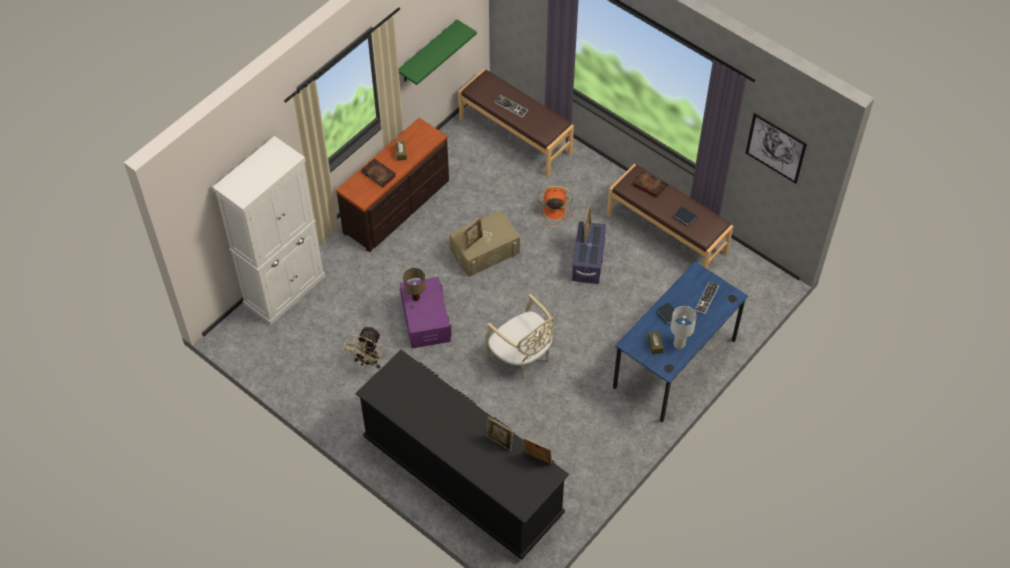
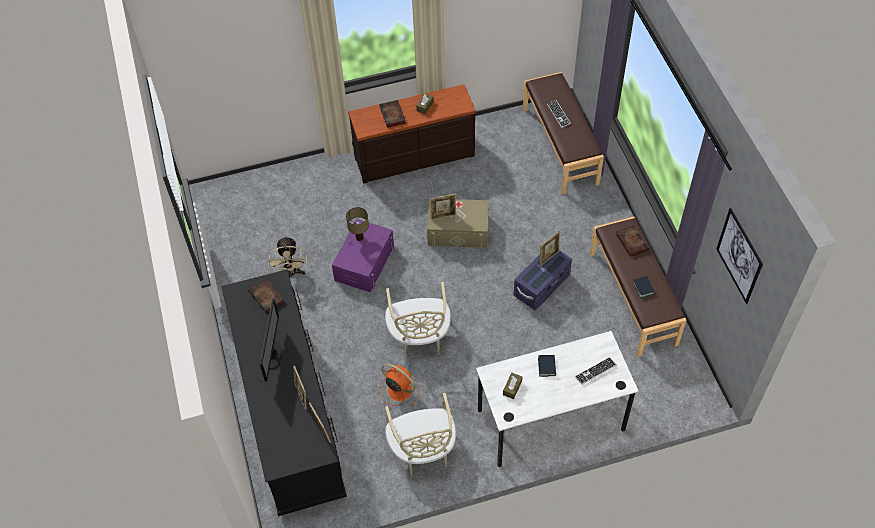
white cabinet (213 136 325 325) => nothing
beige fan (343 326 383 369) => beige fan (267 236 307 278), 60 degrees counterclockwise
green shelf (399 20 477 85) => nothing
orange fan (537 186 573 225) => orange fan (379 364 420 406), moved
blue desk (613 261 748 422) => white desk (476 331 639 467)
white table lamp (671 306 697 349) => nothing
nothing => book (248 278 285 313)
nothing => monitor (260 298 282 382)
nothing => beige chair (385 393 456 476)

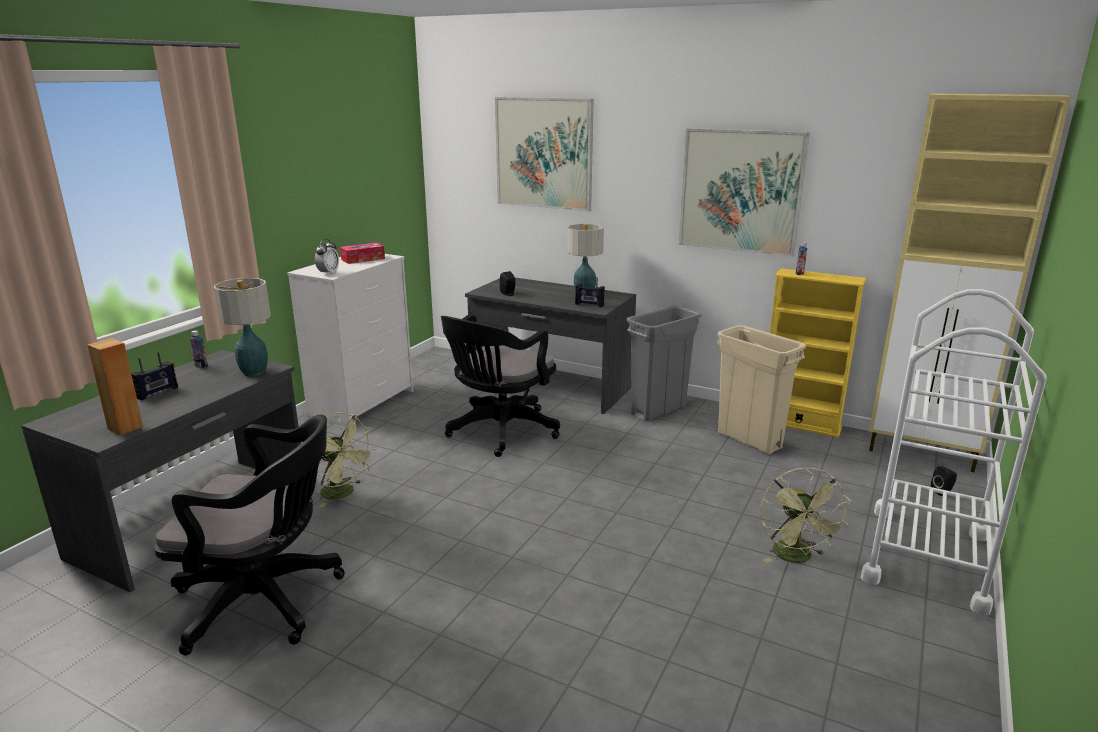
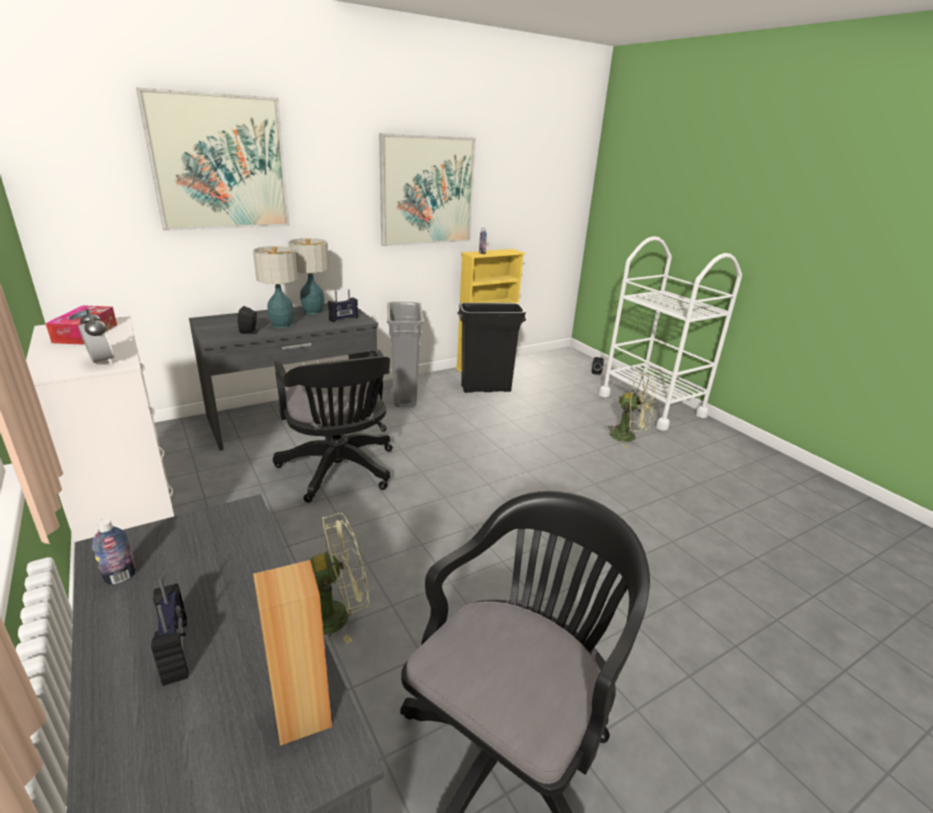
table lamp (214 278 271 376) => table lamp (253 246 298 329), moved
beige trash can (717 325 806 454) => black trash can (458 303 526 393)
beige cabinet (869 93 1071 472) => nothing

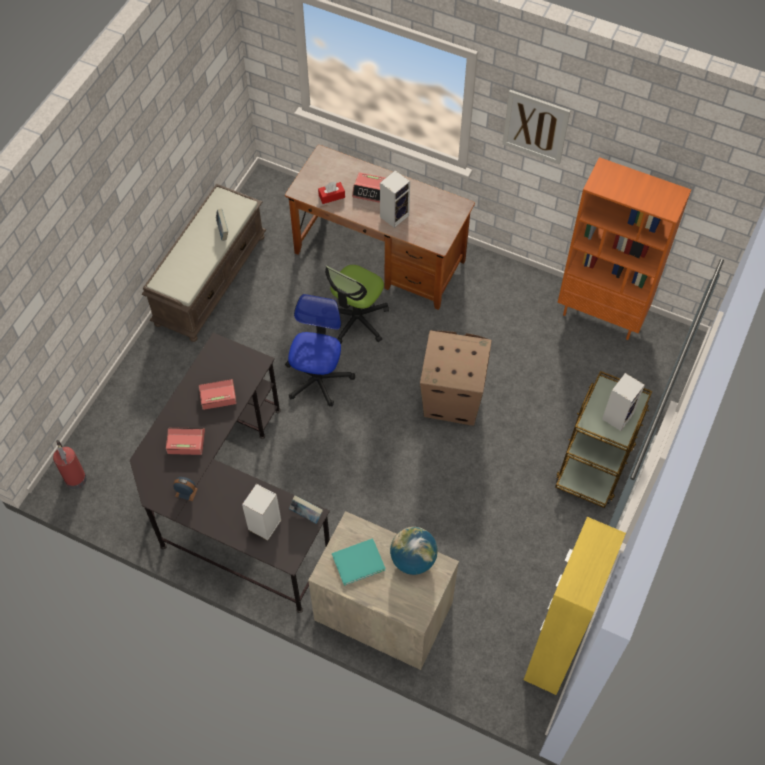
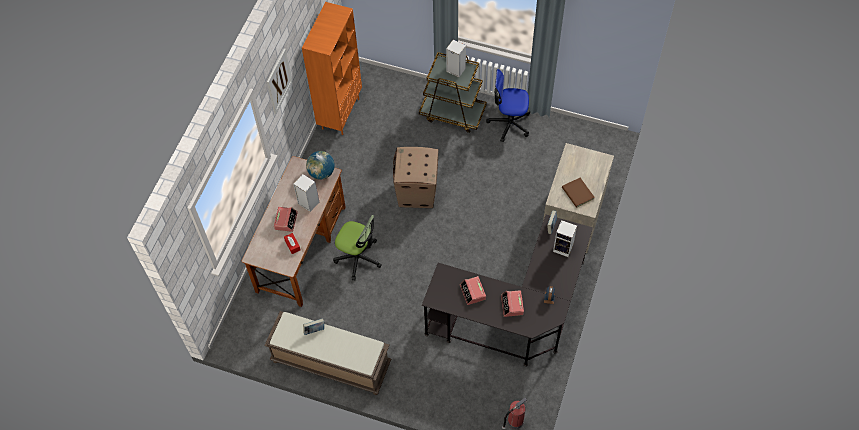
office chair (285 294 355 406) => office chair (486 69 530 142), moved
turquoise book (332 538 386 586) => brown book (562 178 595 208)
globe (390 527 438 575) => globe (306 151 335 180), moved
yellow cabinet (524 517 626 695) => nothing

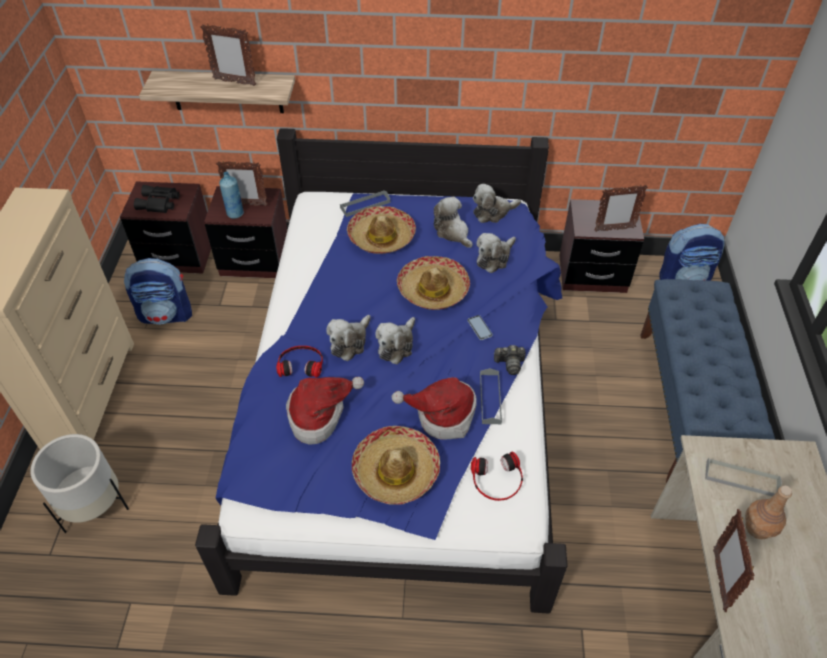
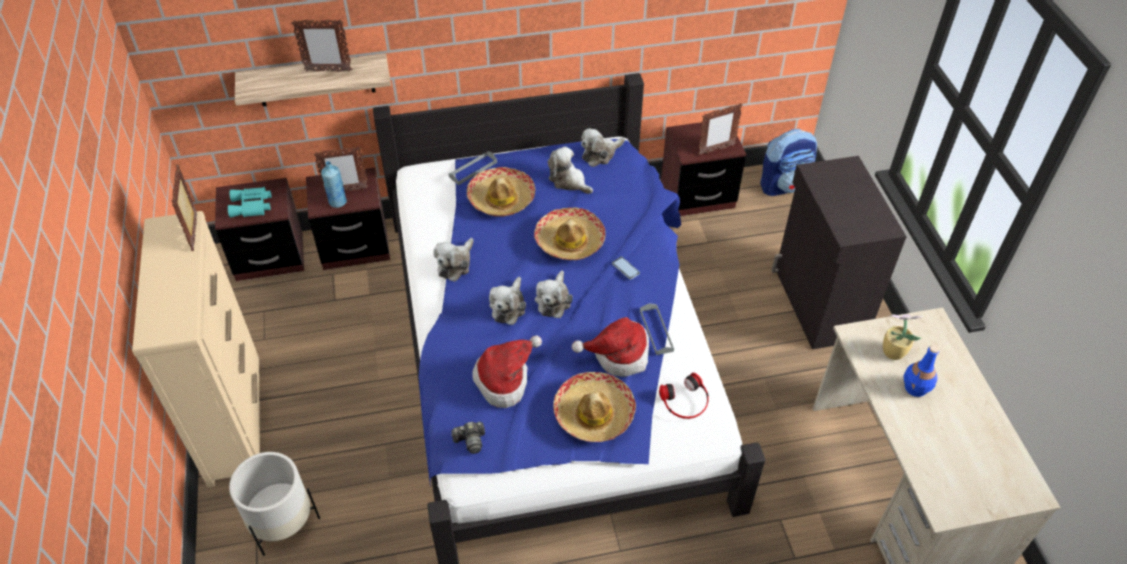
backpack (124 258 192 325) => nothing
black binoculars (134 185 180 213) => turquoise binoculars (228 187 271 218)
headphones (276 346 323 378) => nothing
plush toy (476 233 516 273) => plush toy (433 238 474 282), moved
photo camera (494 345 526 375) => photo camera (451 422 485 454), moved
blue bench (640 279 775 483) => black cabinet (771 156 907 350)
grey tray (705 458 782 496) => potted plant (883 314 923 360)
picture frame (713 509 754 612) => picture frame (172 165 197 251), moved
brown bottle (745 485 792 539) => blue bottle (904 345 939 397)

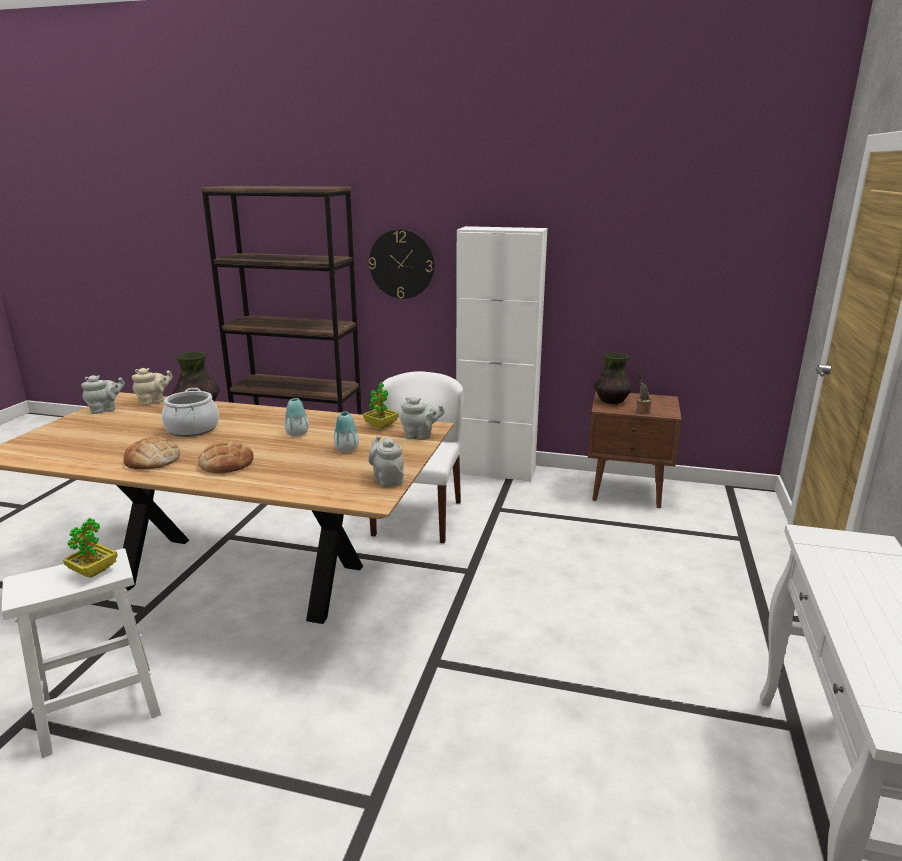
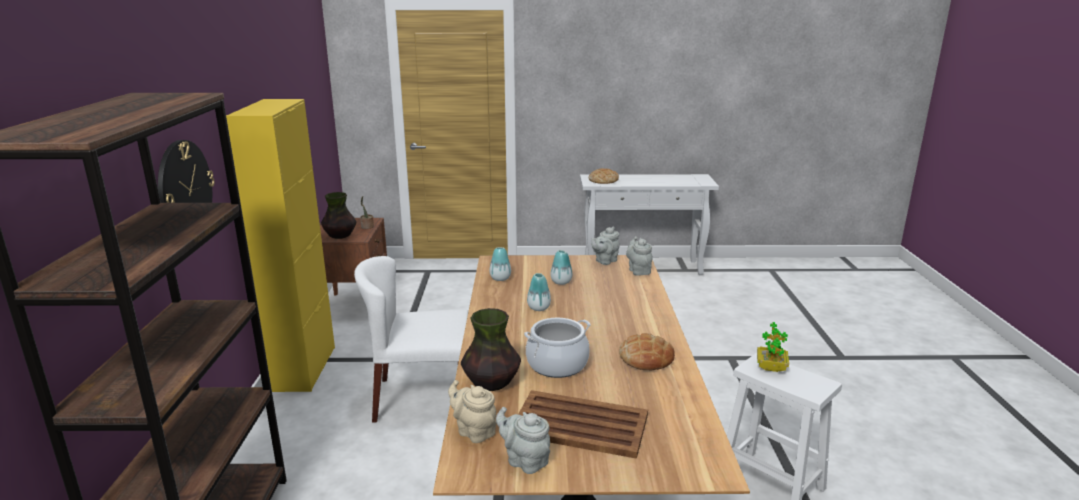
bread (198 441 254 474) => bread (589 168 619 184), moved
potted plant (363 382 399 429) => vase (490 247 511 281)
grey teapot (400 397 445 439) => grey teapot (626 236 652 276), moved
white cabinet (456 226 548 482) => yellow cabinet (226 99 335 392)
nothing => brown tray (518 390 648 459)

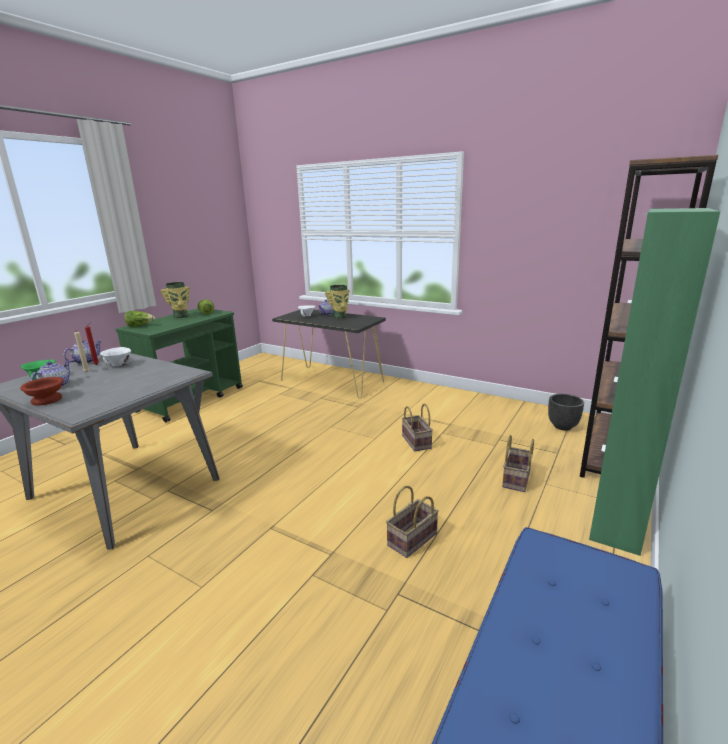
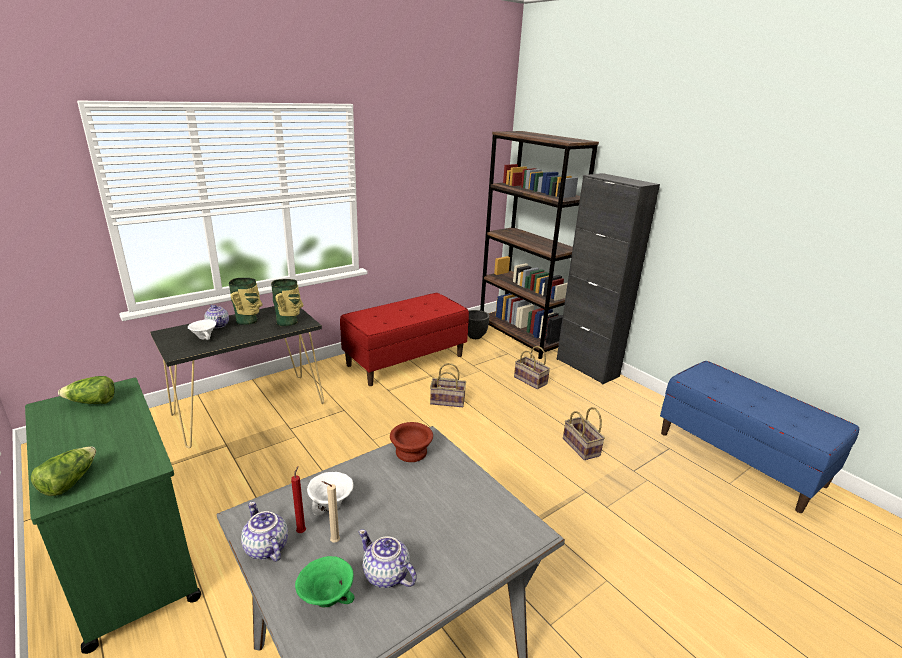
brown bowl (20 377 63 405) => brown bowl (390 422 433 462), moved
vase (160 282 190 318) => vase (271 279 304 326), moved
green cabinet (589 208 720 556) => black cabinet (557 173 660 385)
nothing => red bench (340 293 469 386)

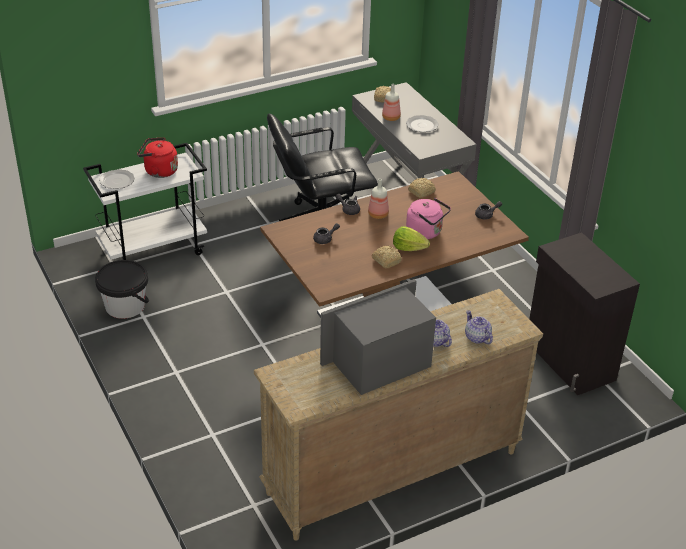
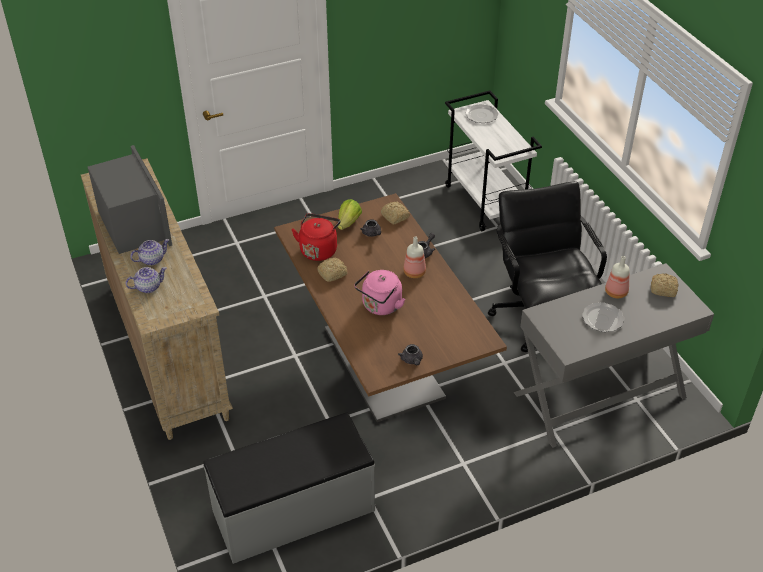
black bucket (95 260 149 319) => nothing
red kettle (137 138 178 178) => red kettle (291 213 341 261), moved
lettuce (393 226 430 251) => lettuce (338 199 362 230), moved
bread (408 178 436 198) => bread (381 201 410 224), moved
black cabinet (529 232 640 395) => grey bench (203 413 375 564)

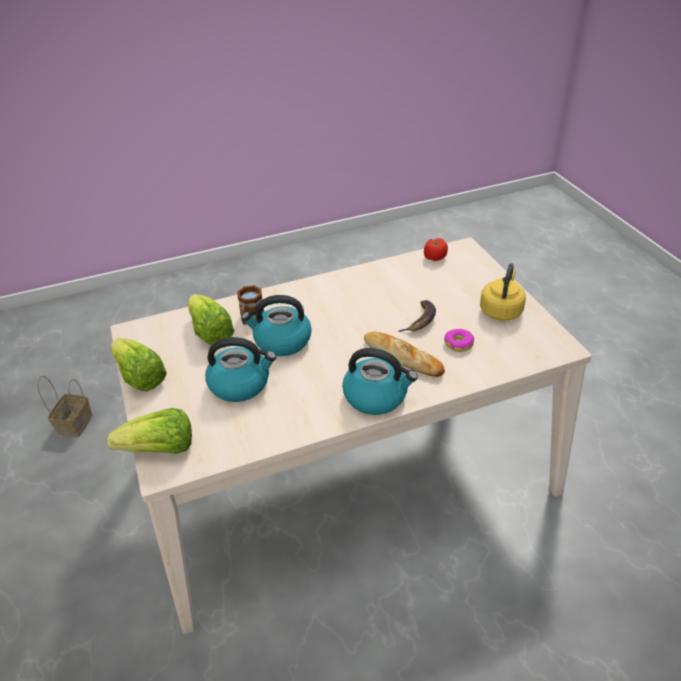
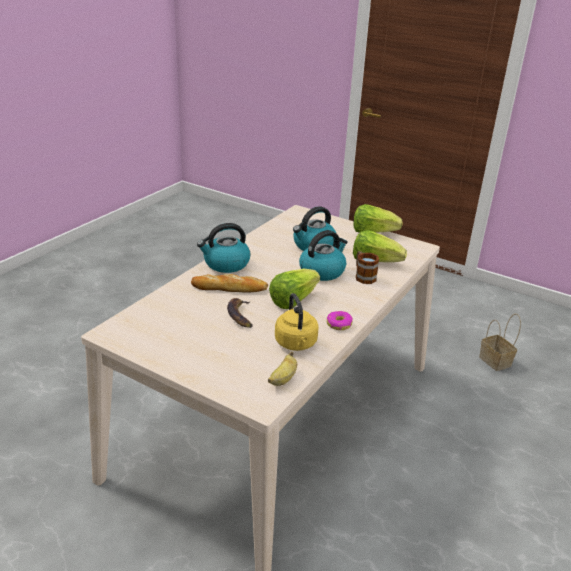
lettuce (107 408 192 454) => lettuce (269 268 320 309), moved
tomato (424 238 448 261) => banana (268 351 297 386)
donut (444 329 474 352) => donut (327 311 353 330), moved
yellow kettle (480 263 526 321) => yellow kettle (275 293 319 351), moved

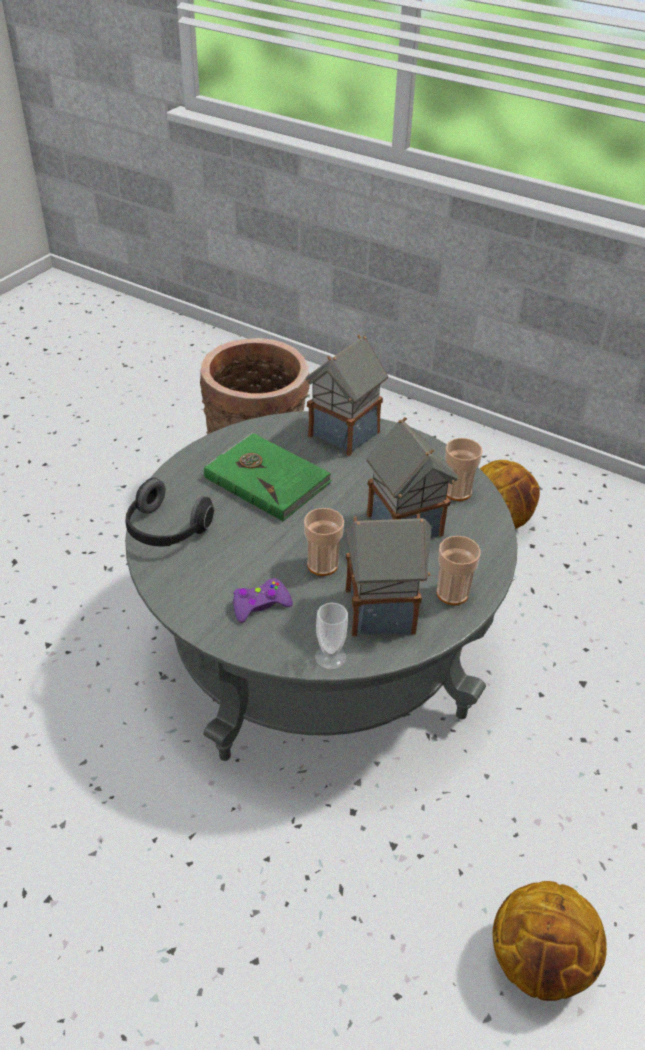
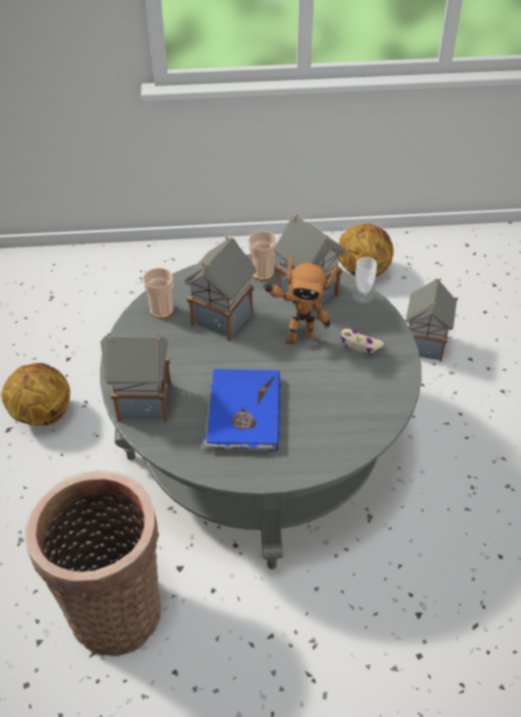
headphones (125 478 215 547) => nothing
green book (204 432 332 521) => blue book (201 369 281 451)
purple game controller (233 578 293 623) => beige game controller (341 329 384 353)
cup (304 508 344 576) => toy robot (262 256 339 344)
nothing => toy house (406 278 457 362)

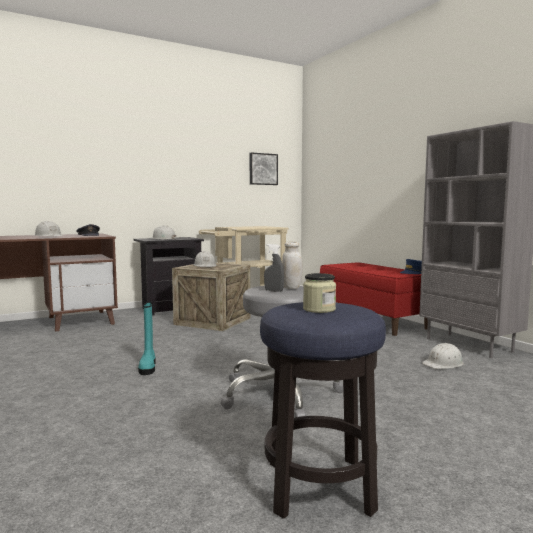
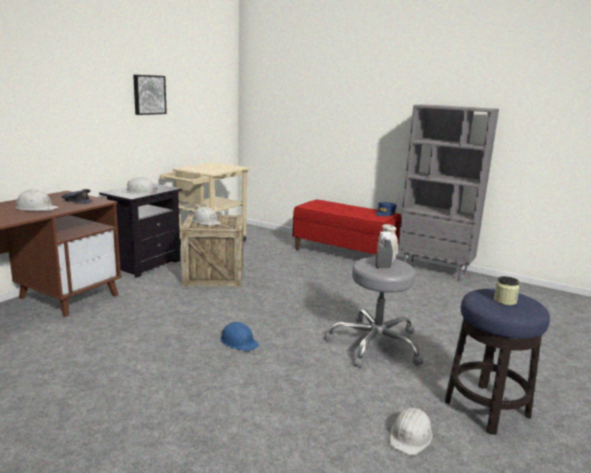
turquoise boot (138 302 156 375) => blue hard hat (220 322 259 351)
picture (250 152 278 185) => picture (133 75 167 115), moved
white hard hat (422 343 464 369) => white hard hat (390 408 433 455), moved

